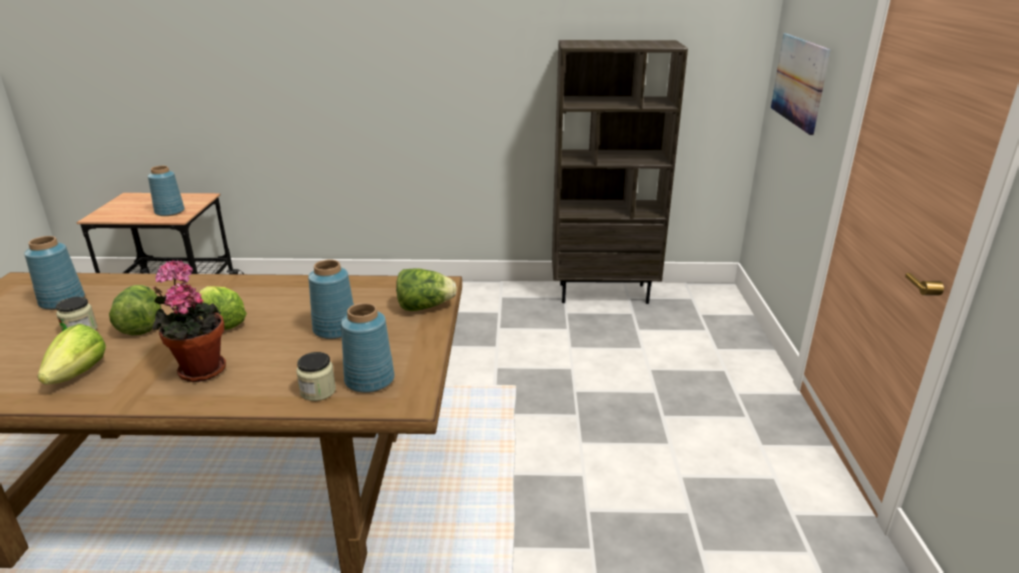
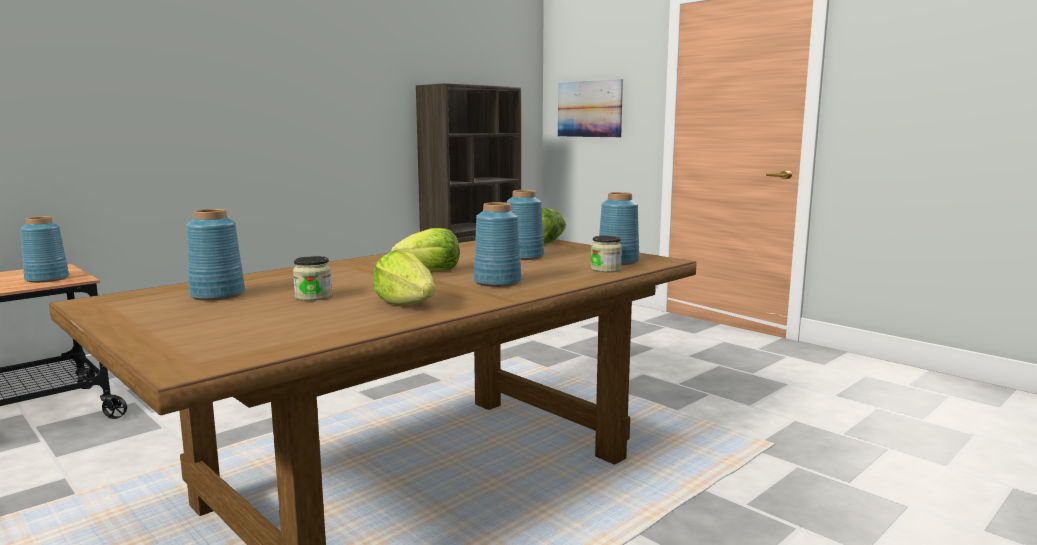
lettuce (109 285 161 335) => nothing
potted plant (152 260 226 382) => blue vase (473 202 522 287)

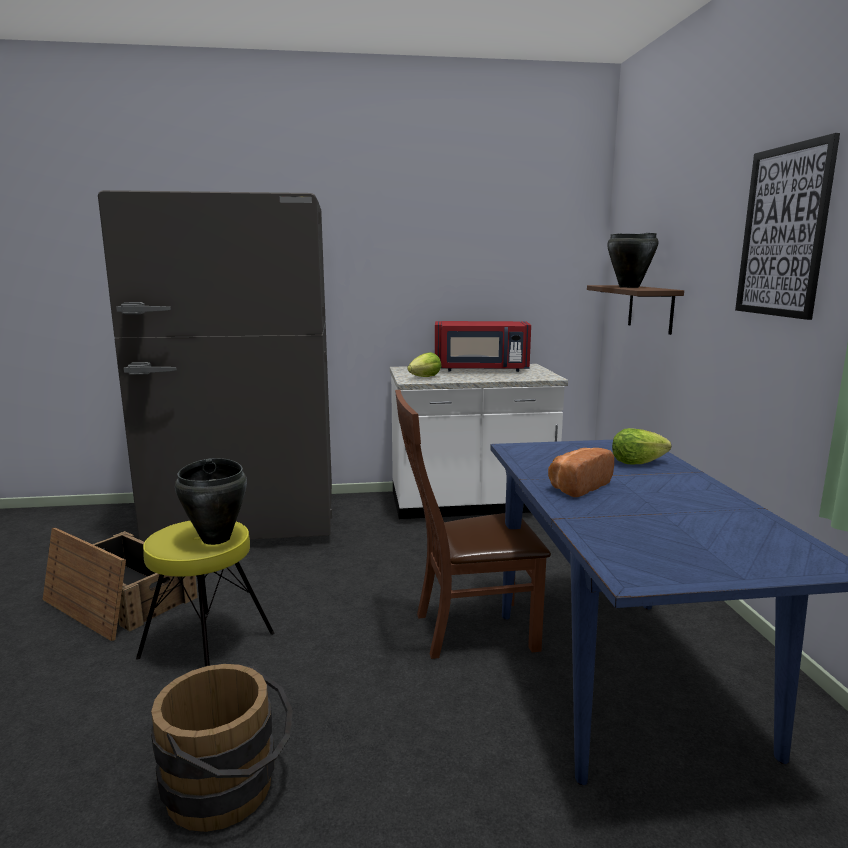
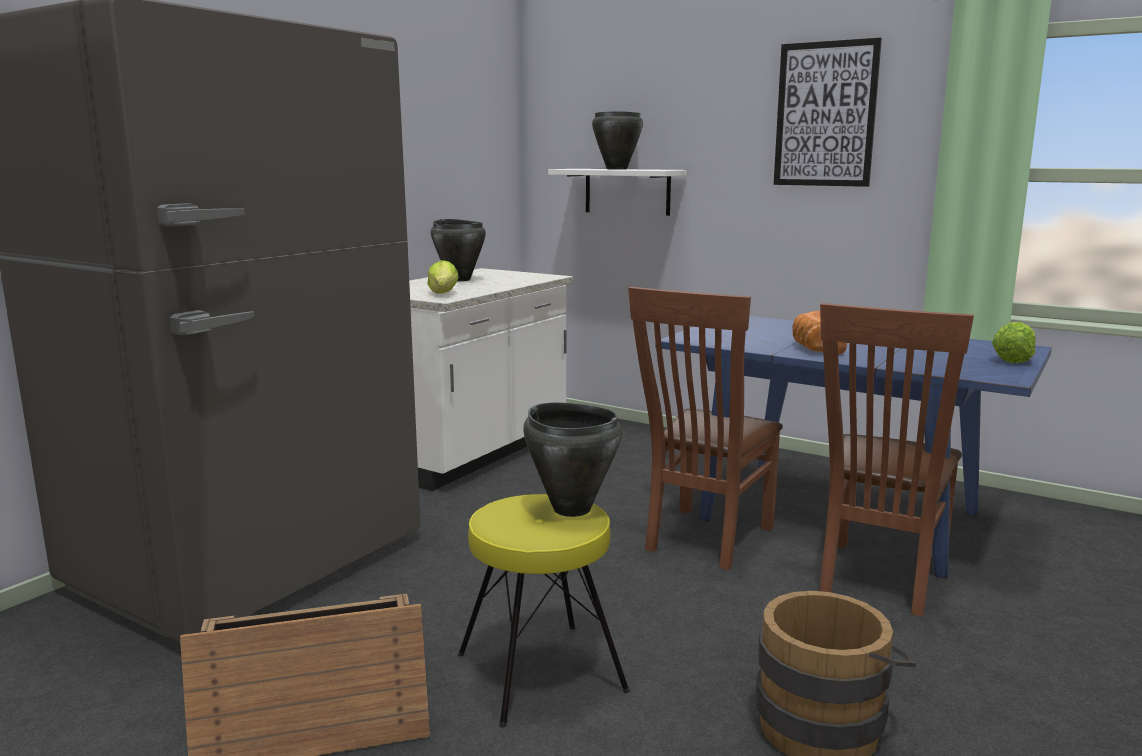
red microwave (435 321 531 372) => black cooking pot (431 219 486 281)
brown shelf (587 285 684 335) => white shelf (548 169 686 216)
lettuce (612 428 671 464) => lettuce (992 322 1036 363), moved
nothing => brown chair (819 303 974 617)

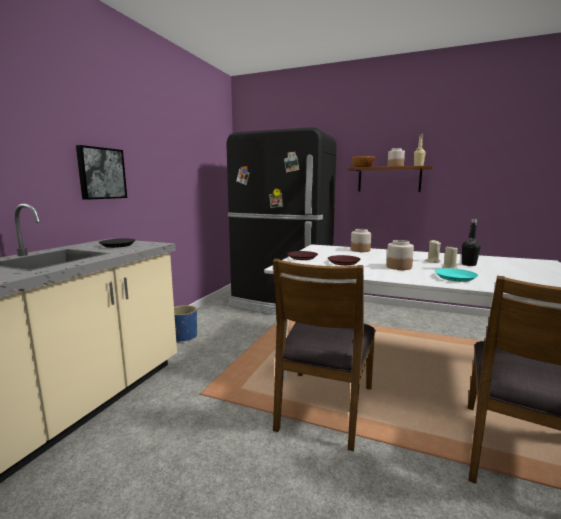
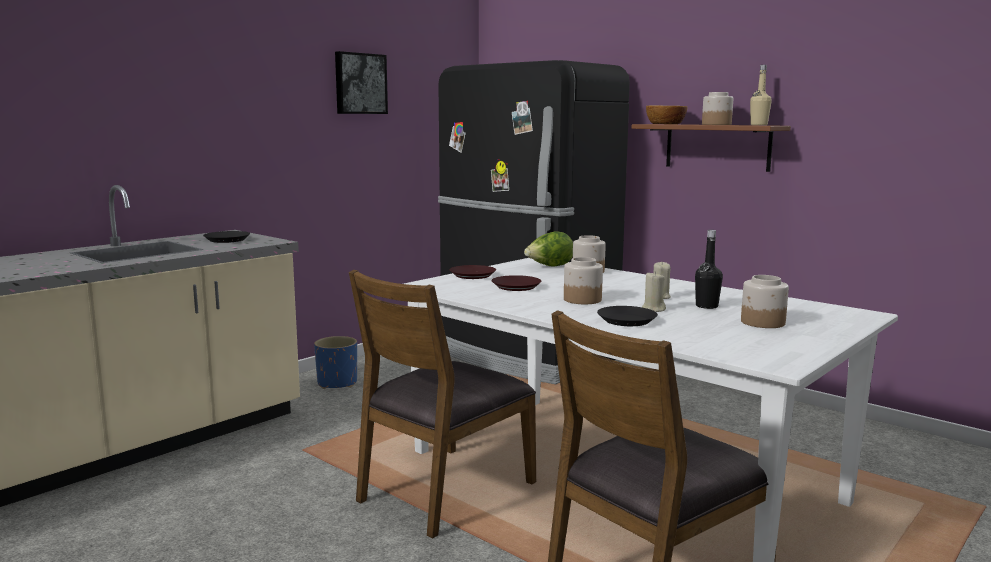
picture (76 145 127 200) => picture (335 51 388 114), moved
turquoise plate (435 268 478 282) => black plate (597 306 658 326)
nothing => lettuce (524 232 573 267)
nothing => jar (741 275 789 328)

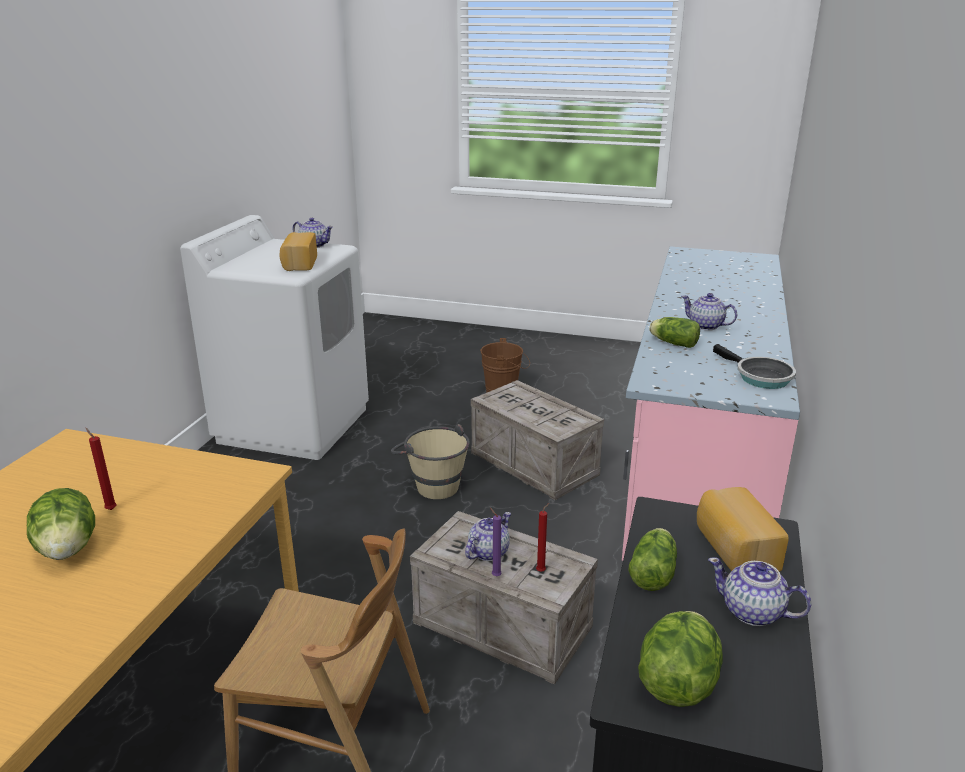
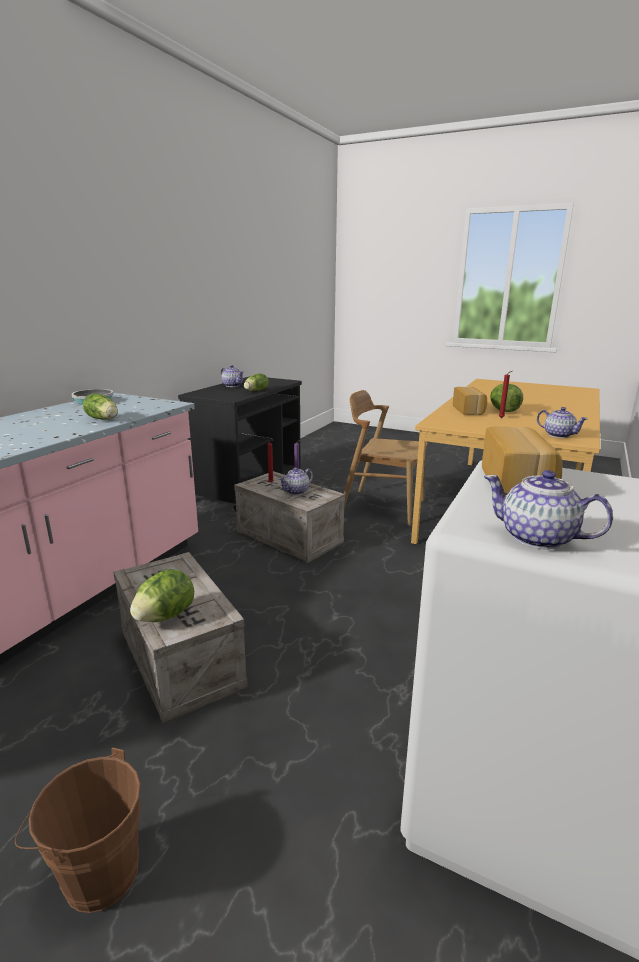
beige bucket (391 424 470 499) => nothing
lettuce (638 611 723 707) => lettuce (130 569 194 622), moved
teapot (681 293 737 331) => teapot (537 407 588 438), moved
bread (697 487 789 572) => bread (453 387 487 415), moved

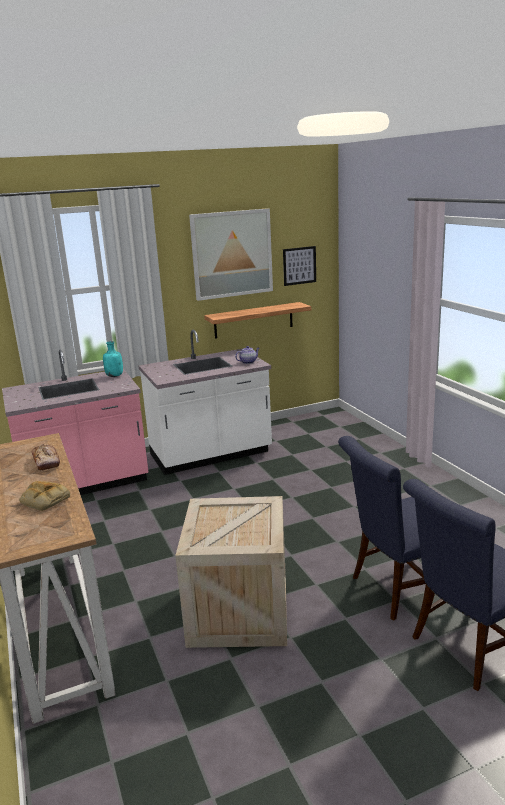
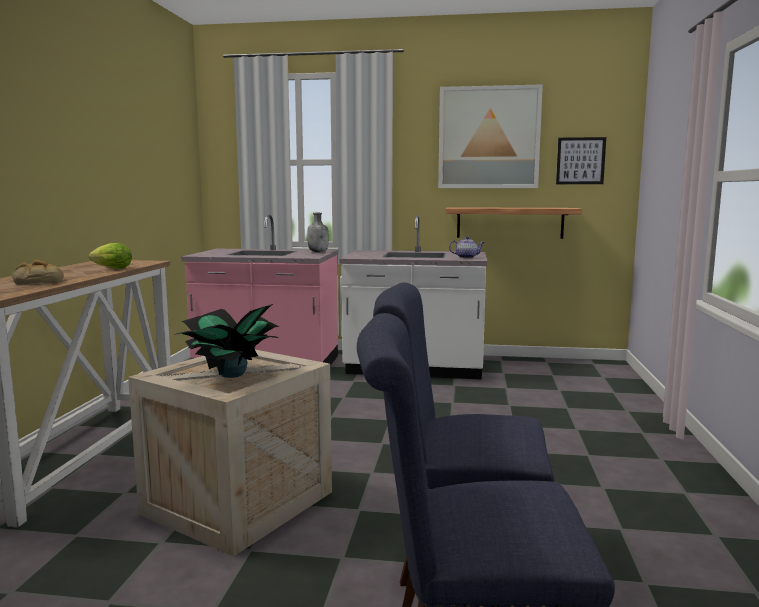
bread (32 444 60 471) => lettuce (89 243 132 269)
turquoise bottle (103 341 123 377) => grey bottle (307 213 328 252)
nothing => potted plant (174 304 279 378)

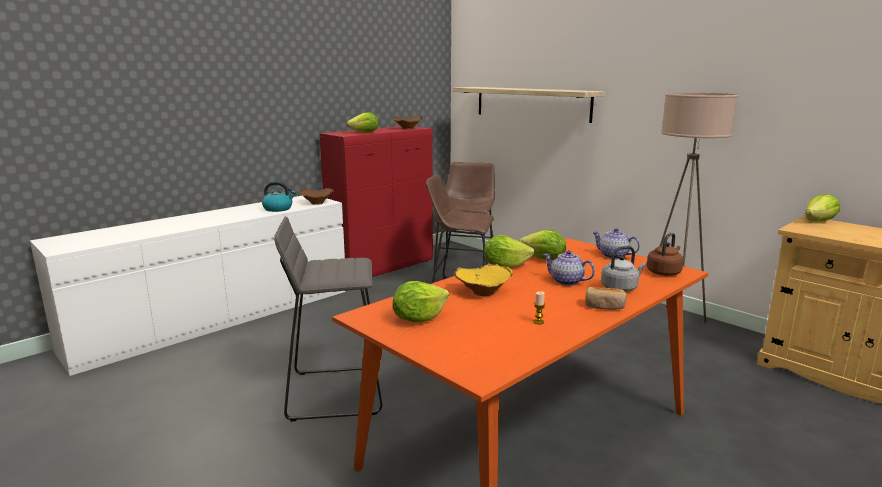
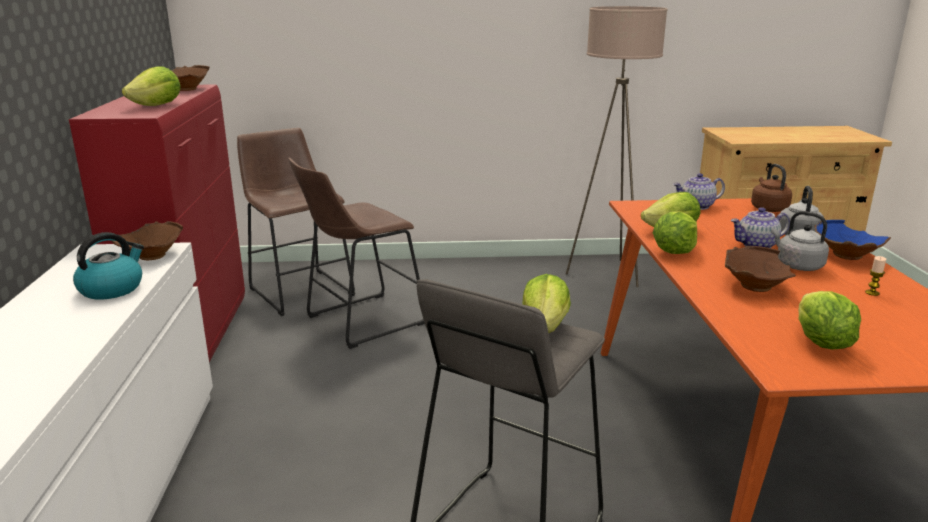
shelf (452 87 605 123) => nothing
yellow bowl (454 264 513 296) => brown bowl (725 246 796 292)
bread (585 287 627 310) => blue bowl (815 220 891 260)
lettuce (805 194 840 222) => lettuce (522 274 571 333), moved
nothing => grey kettle (771 211 829 271)

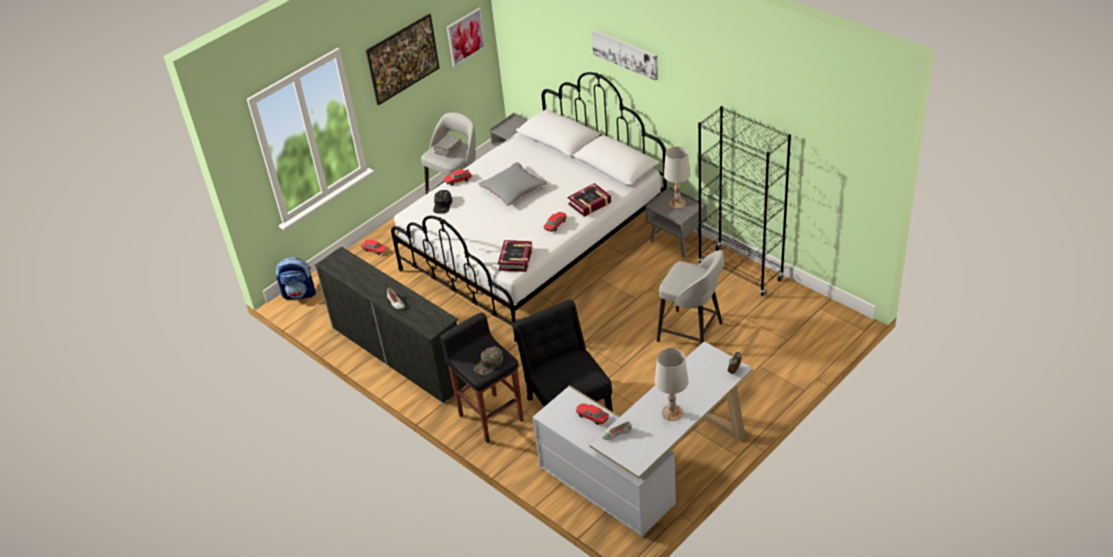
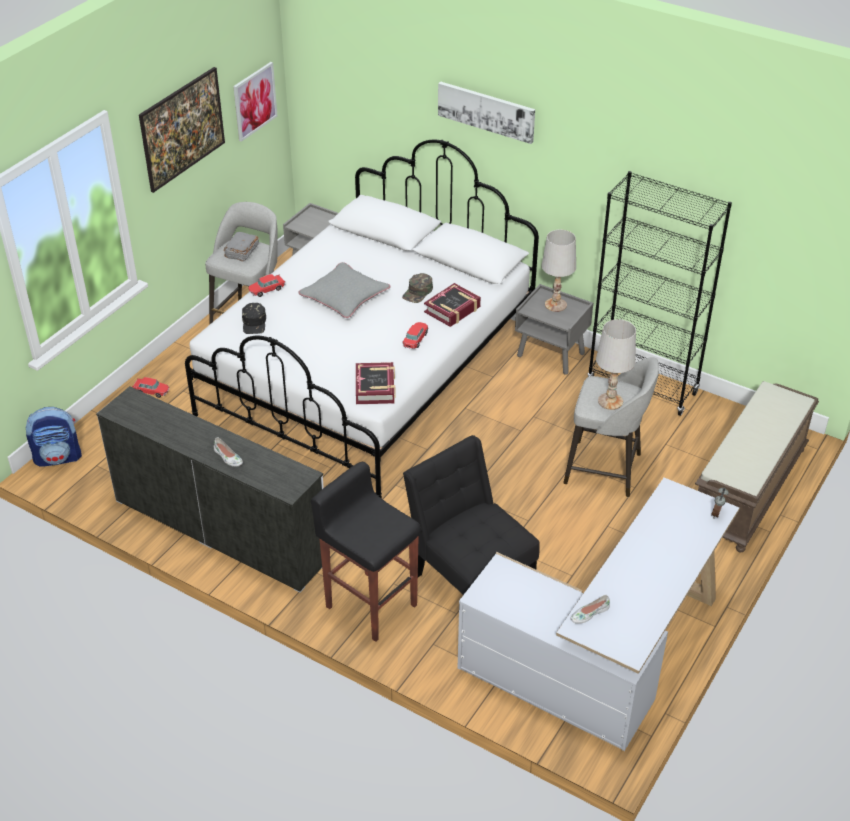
green cap (473 347 503 375) => green cap (402 273 433 303), moved
toy car (576 403 609 425) => nothing
white table lamp (655 348 688 421) => white table lamp (596 319 636 410), moved
nothing => brown bench (695 381 819 552)

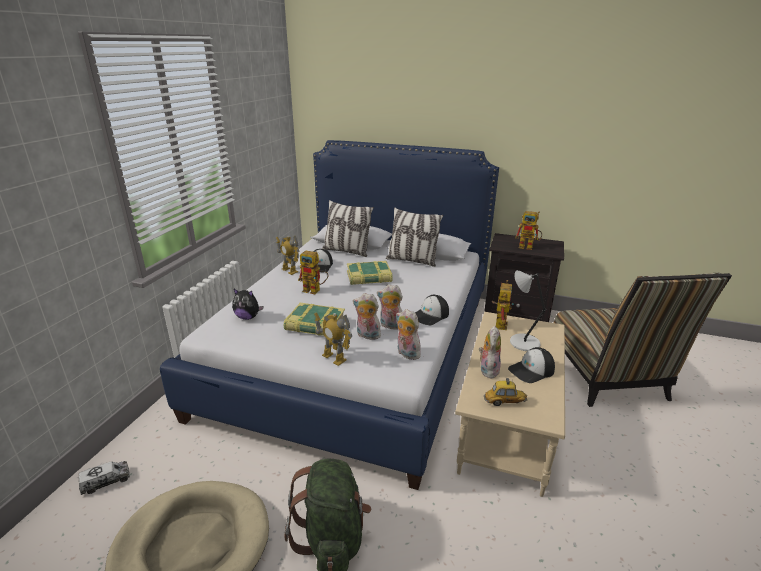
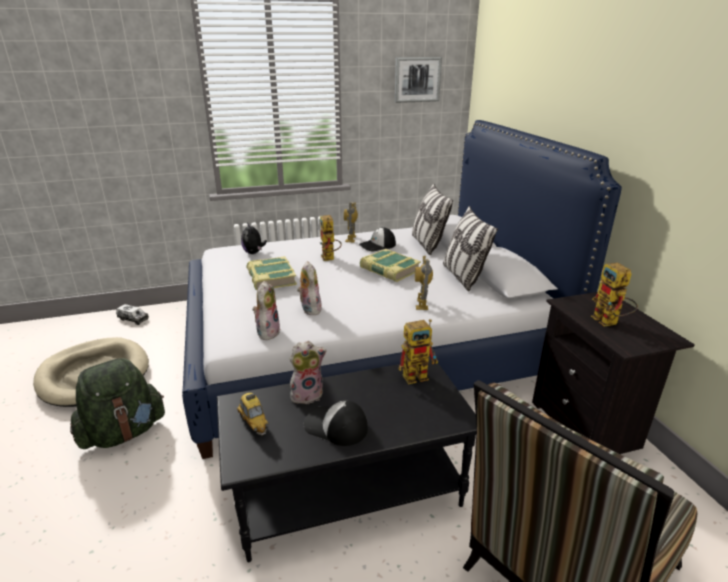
toy robot (314 312 352 366) => toy robot (415 256 433 310), moved
plush toy (353 293 383 340) => nothing
cap (415 295 449 325) => nothing
beige coffee table (455 312 565 497) => black coffee table (217 359 477 562)
grey table lamp (510 270 546 351) => nothing
nothing => picture (395 57 442 103)

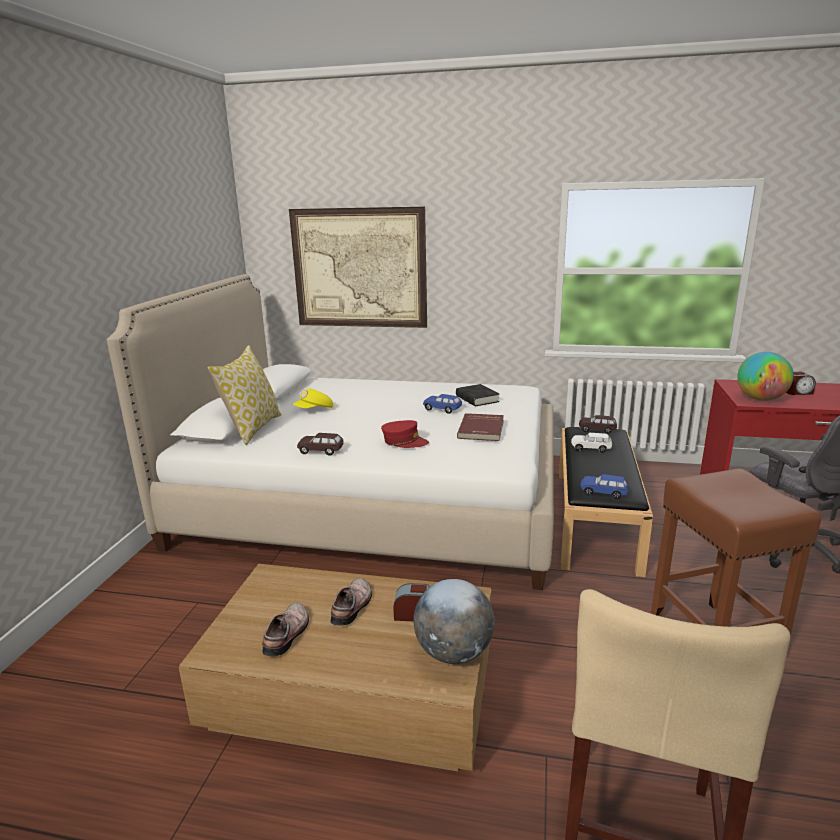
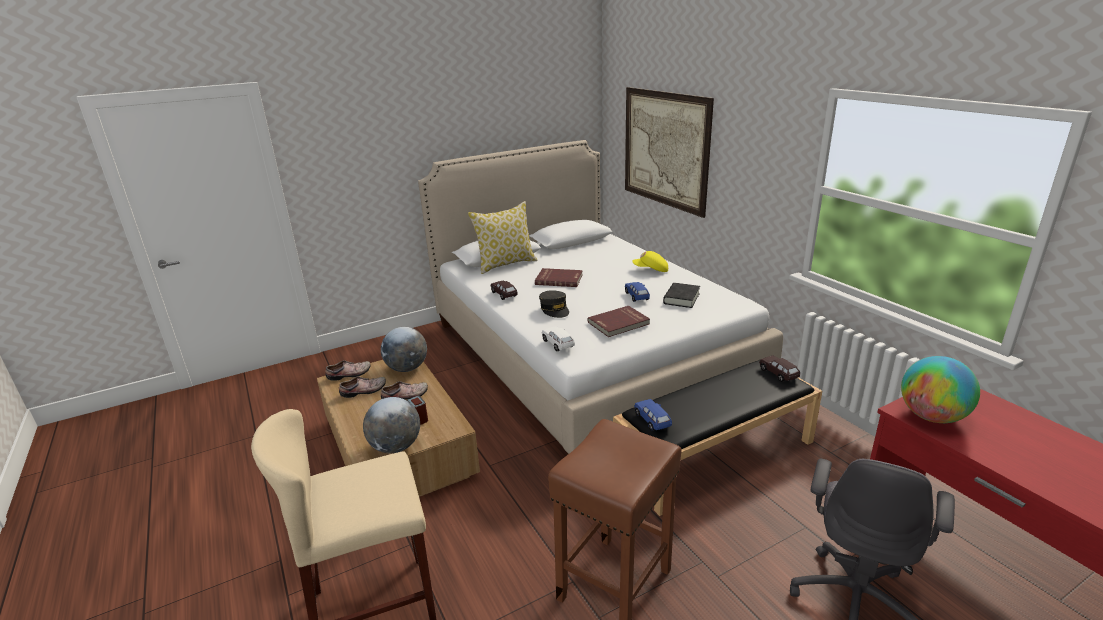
yellow cap (293 389 334 408) => yellow cap (632 251 668 272), moved
red cap (381 420 429 448) => grey cap (539 290 569 318)
white toy car (571 433 612 453) => white toy car (542 326 575 351), moved
alarm clock (786 372 816 395) => nothing
nothing => shoe (325 360 371 381)
nothing => globe (381 327 427 372)
nothing => red book (535 268 583 287)

